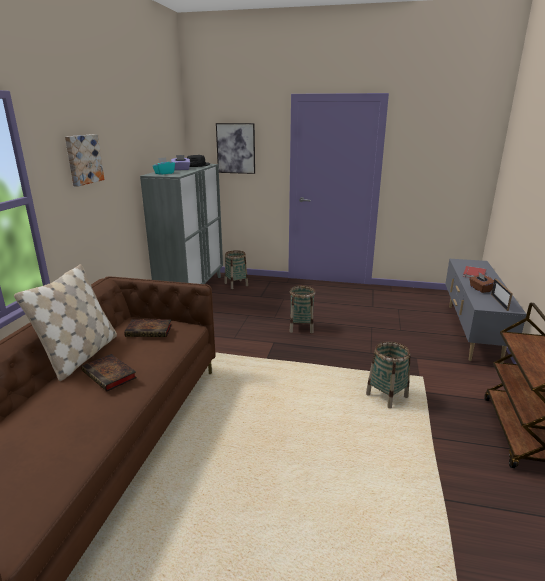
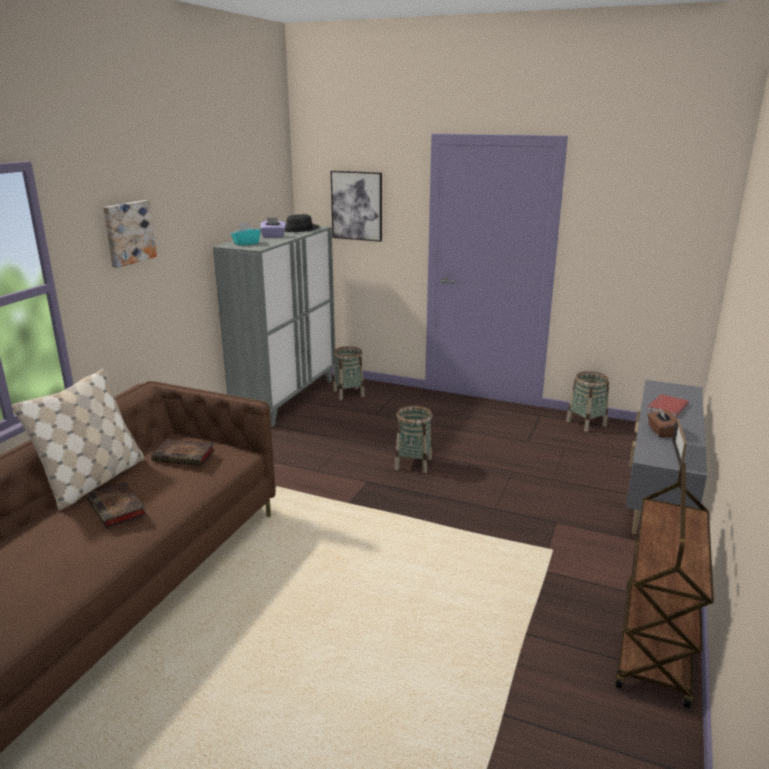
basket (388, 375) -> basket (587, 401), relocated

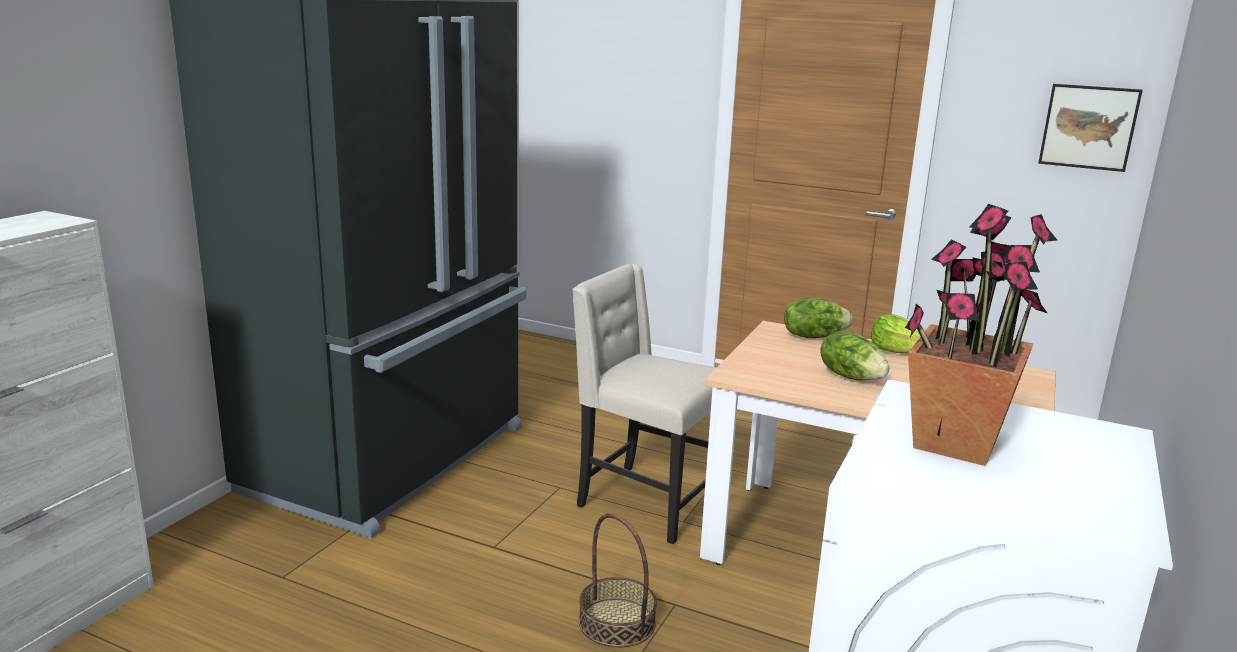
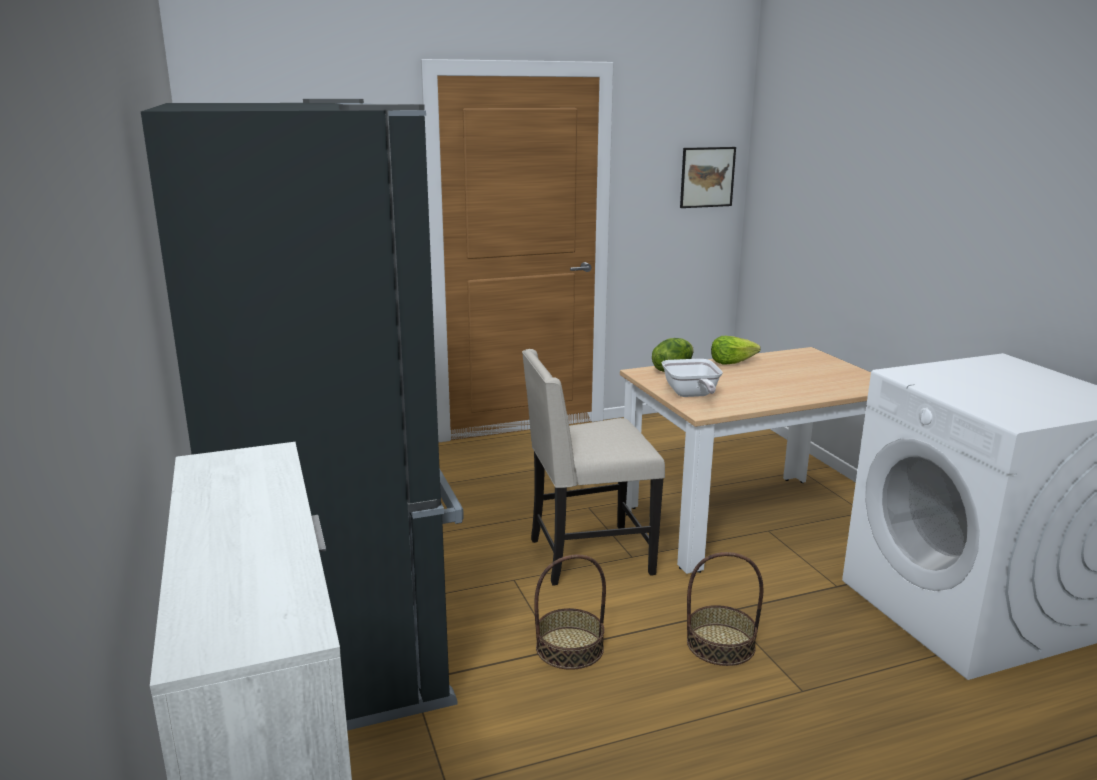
potted plant (981, 335) -> none
lettuce (854, 355) -> none
none -> frying pan (692, 378)
none -> basket (570, 612)

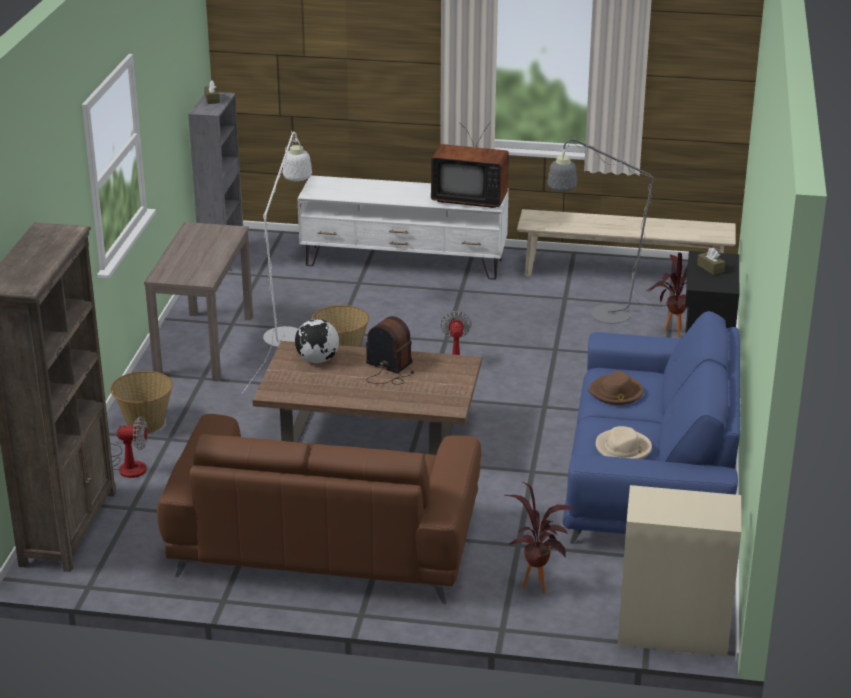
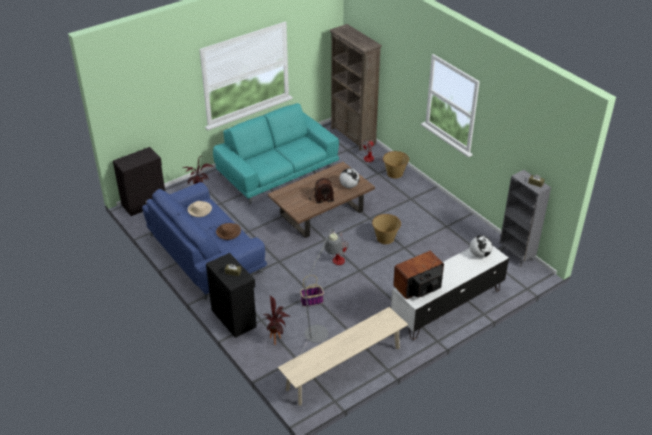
floor lamp (white) (277, 261) -> none
console table (brown) (198, 302) -> none
sofa (brown) (319, 509) -> sofa (turquoise) (276, 153)
cabinet (beige) (679, 570) -> cabinet (black) (139, 181)
none -> globe (481, 246)
none -> basket (312, 291)

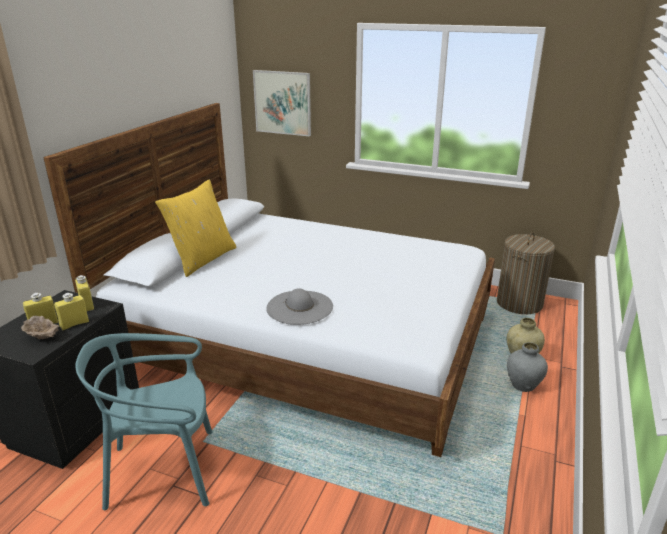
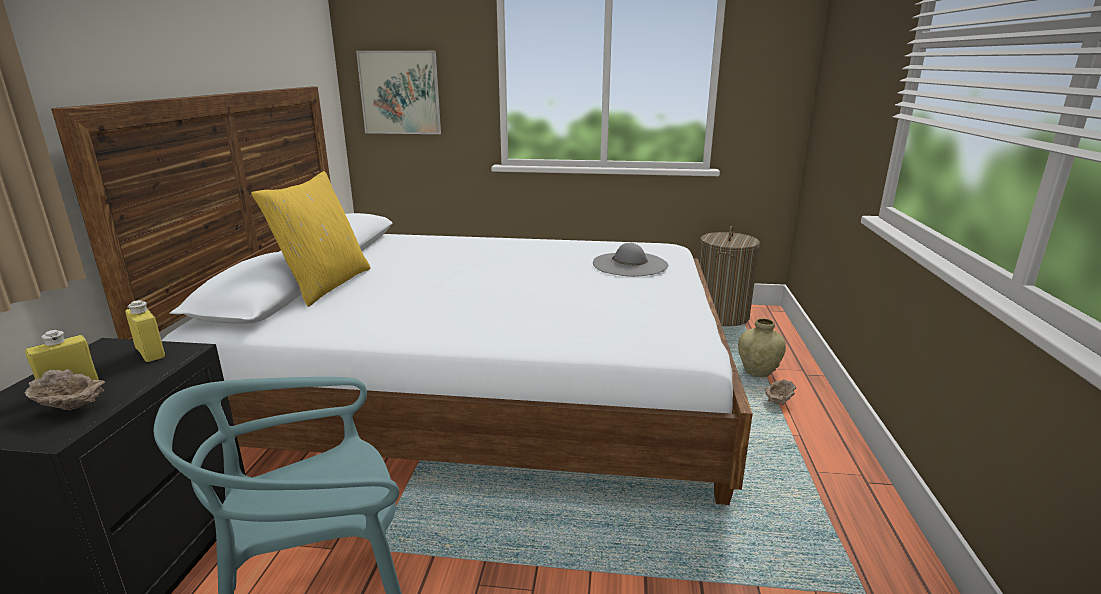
hat (grey) (299, 306) -> hat (grey) (630, 260), relocated
bottle (yellow) (71, 311) -> none
vase (grey) (527, 367) -> bowl (beige) (780, 392)

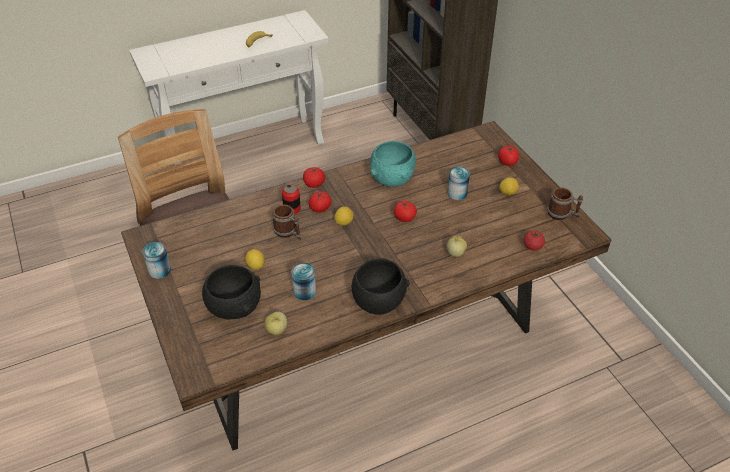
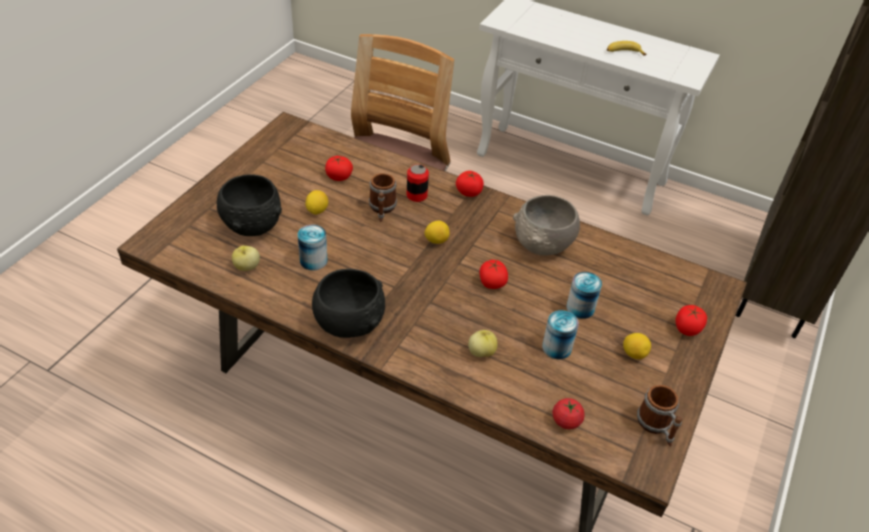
bowl (turquoise) (393, 164) -> bowl (grey) (546, 225)
tomato (320, 202) -> tomato (339, 168), relocated
can (157, 260) -> can (560, 334), relocated

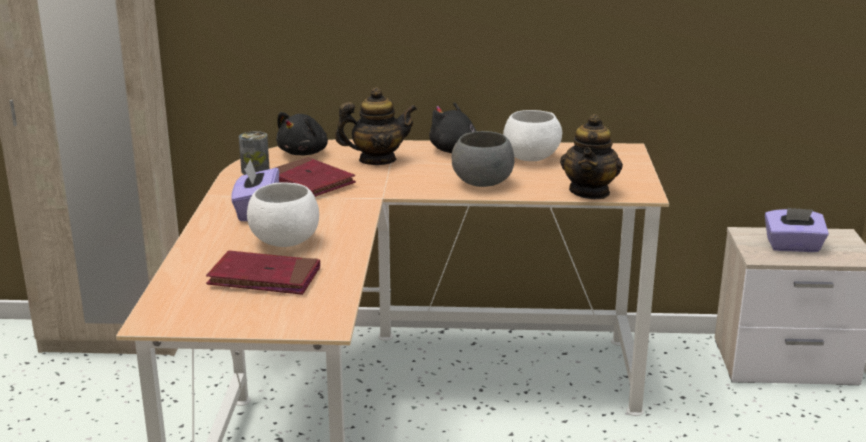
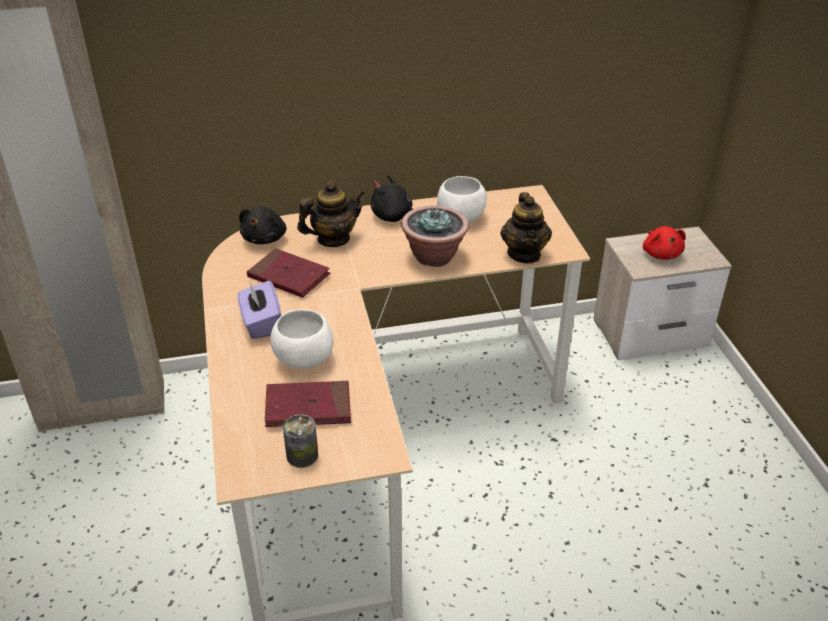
can (254, 153) -> can (300, 441), relocated
bowl (grey) (483, 159) -> potted plant (435, 236)
tissue box (purple) (797, 230) -> plush toy (red) (664, 243)

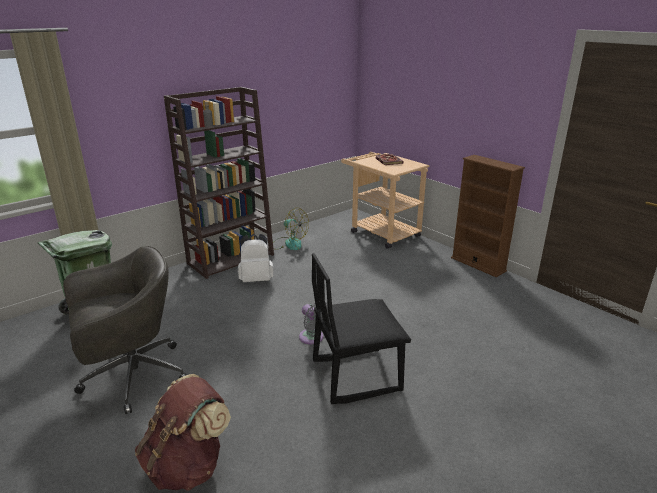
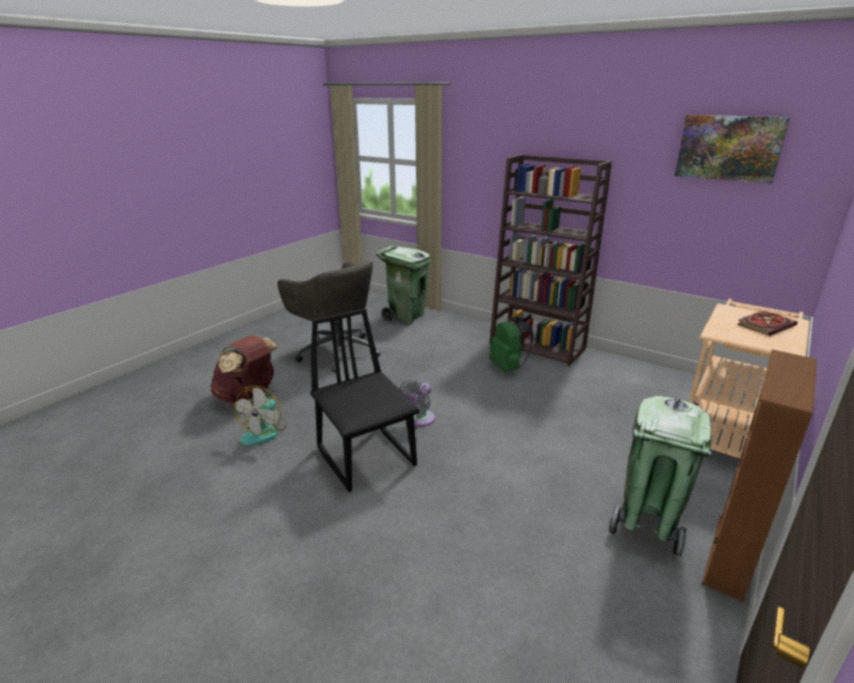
fan (291, 229) -> fan (261, 415), relocated
backpack (white) (256, 258) -> backpack (green) (511, 344)
none -> picture (732, 149)
none -> trash can (green) (660, 477)

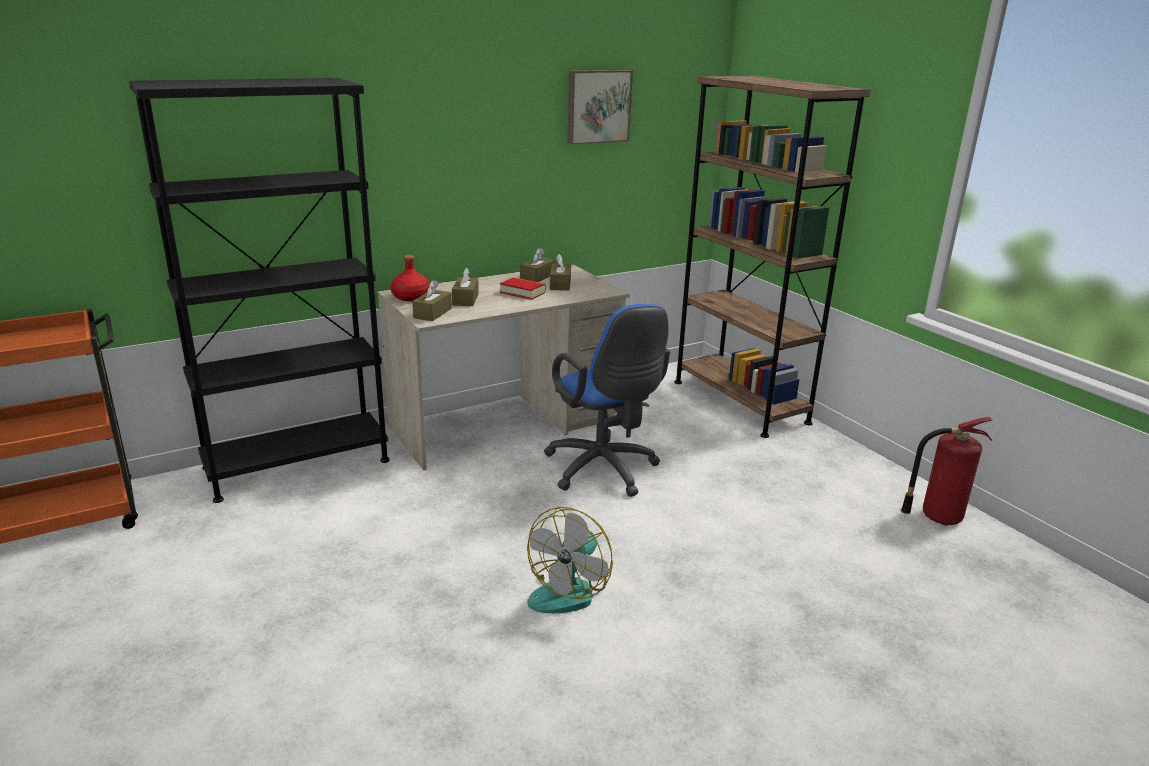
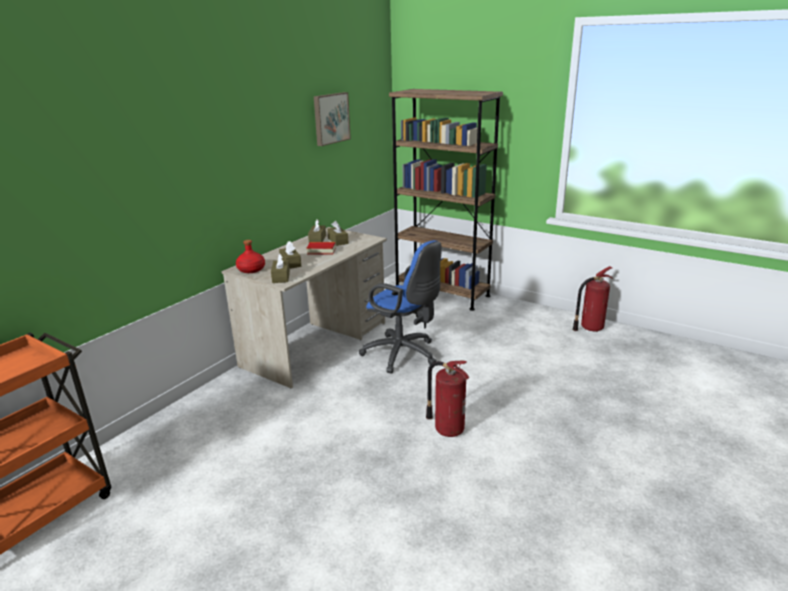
bookcase (black) (259, 290) -> none
fan (570, 560) -> fire extinguisher (447, 399)

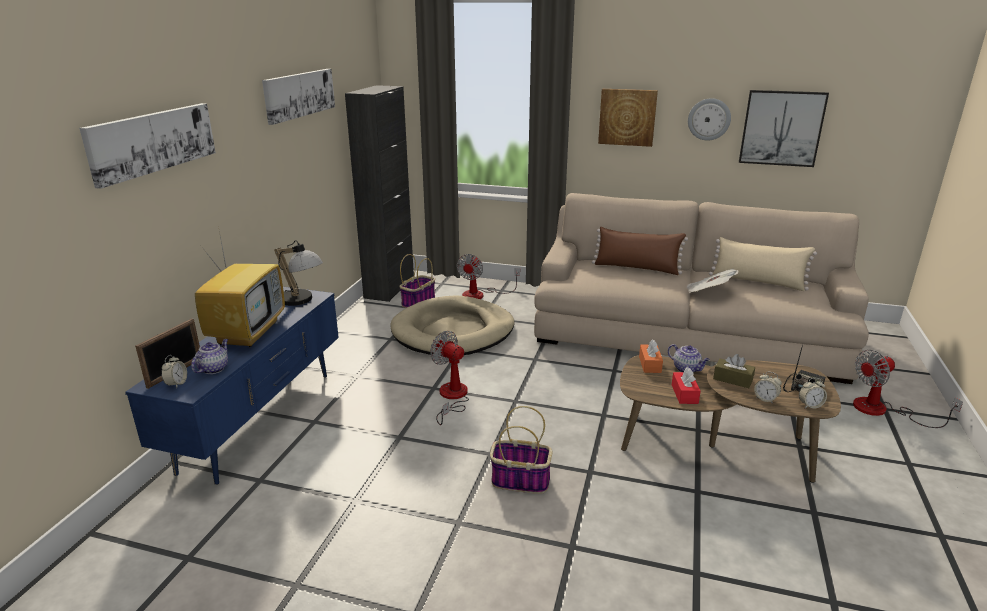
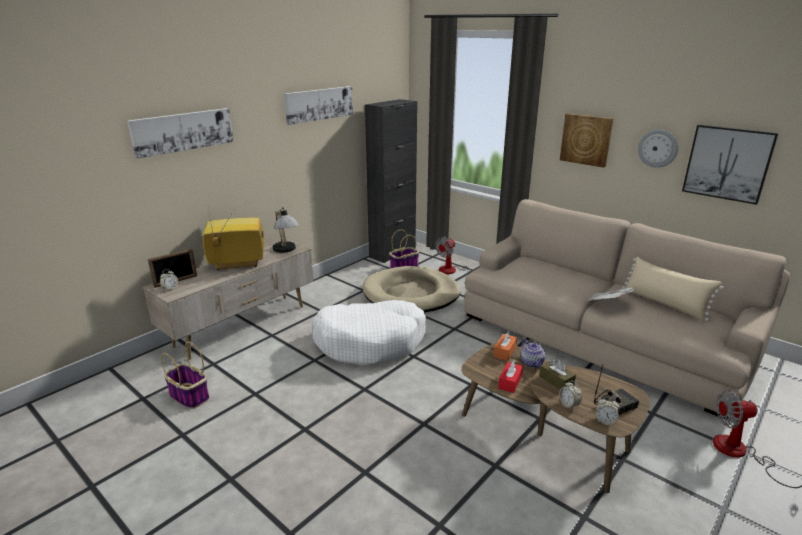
television (240, 286) -> television (233, 238), 135 degrees counterclockwise
pillow (brown) (640, 251) -> none
tv stand (blue) (232, 386) -> tv stand (beige) (227, 299)
fan (449, 378) -> dog bed (white) (369, 333)
teapot (209, 356) -> none
basket (521, 450) -> basket (185, 375), relocated

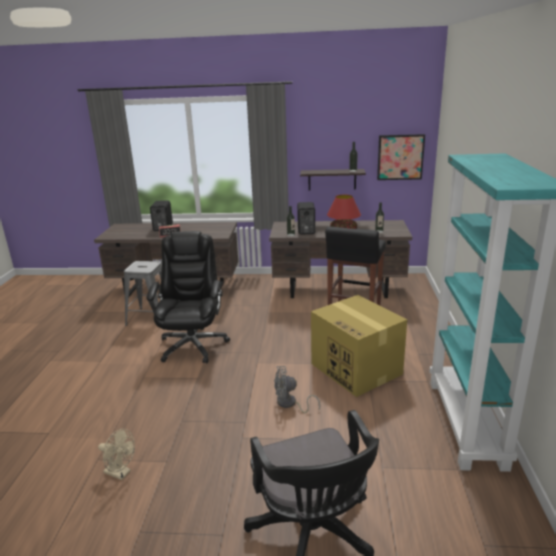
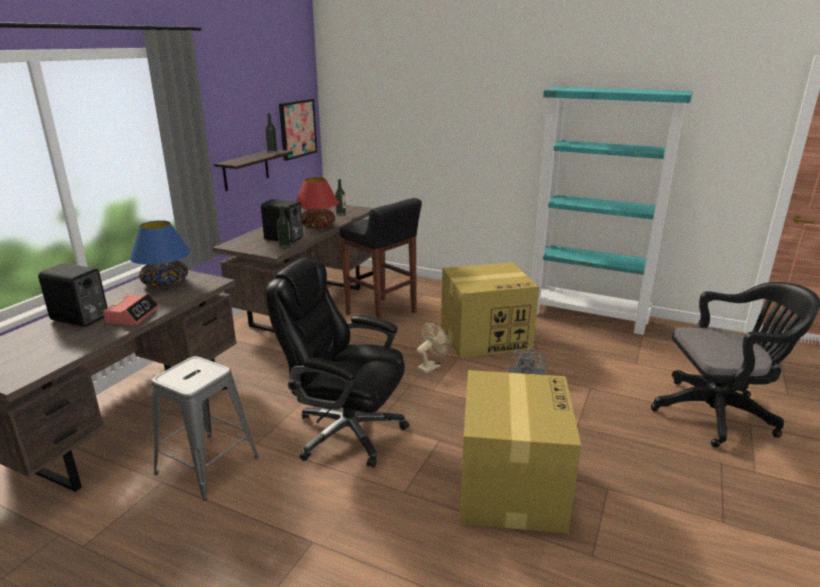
fan (beige) (116, 454) -> fan (beige) (433, 348), relocated
none -> table lamp (blue) (160, 254)
none -> cardboard box (520, 452)

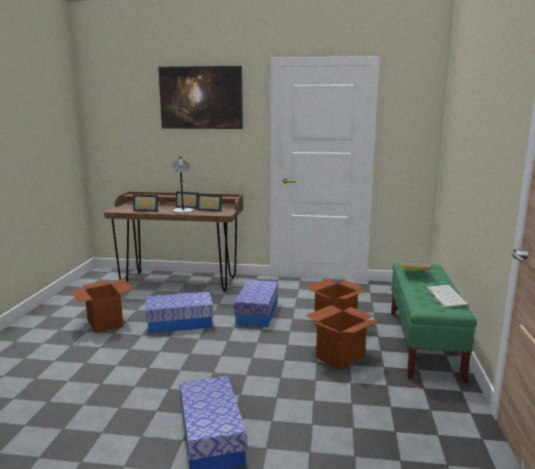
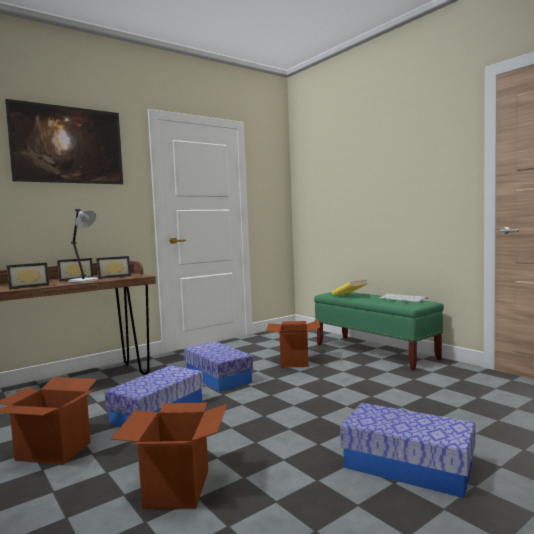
cardboard box (342, 337) -> cardboard box (169, 456), relocated

